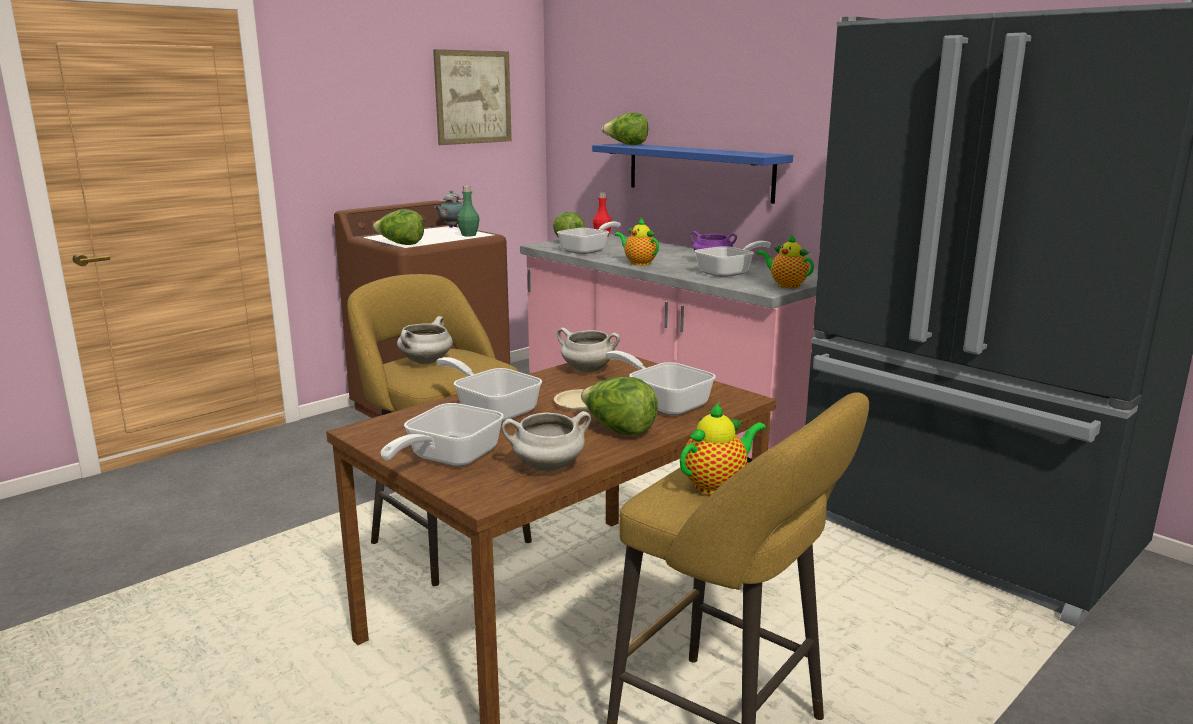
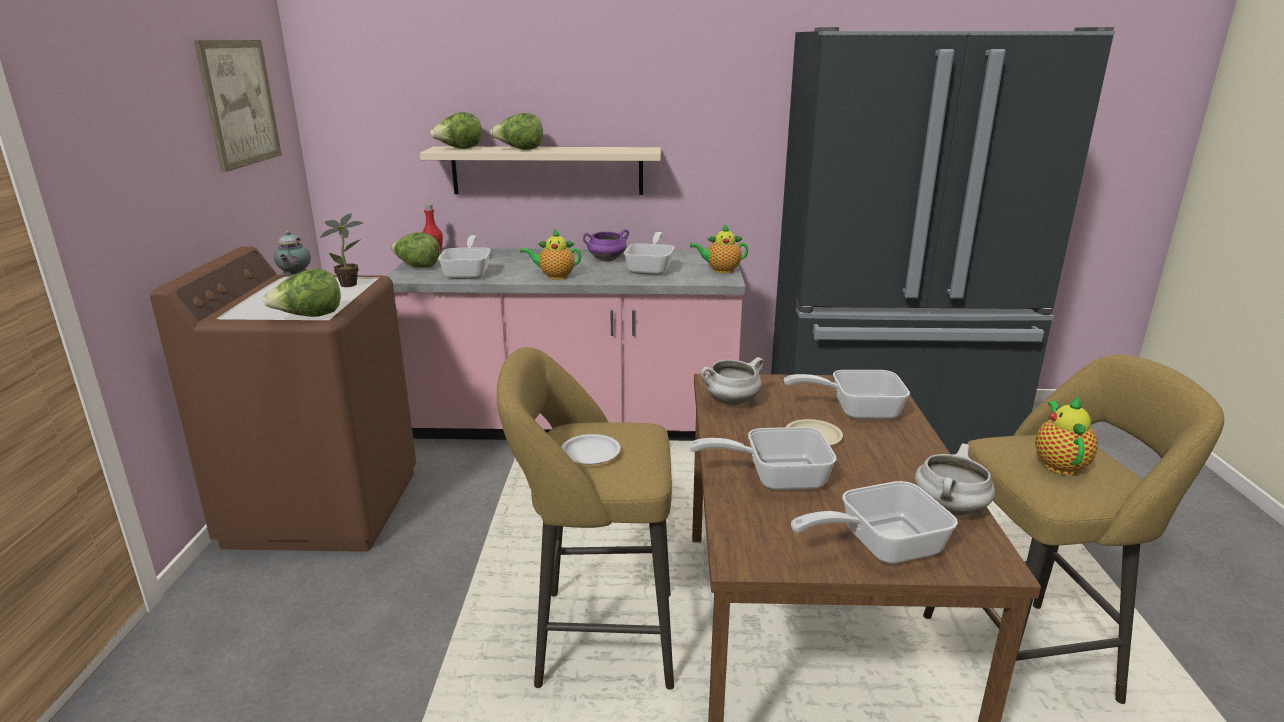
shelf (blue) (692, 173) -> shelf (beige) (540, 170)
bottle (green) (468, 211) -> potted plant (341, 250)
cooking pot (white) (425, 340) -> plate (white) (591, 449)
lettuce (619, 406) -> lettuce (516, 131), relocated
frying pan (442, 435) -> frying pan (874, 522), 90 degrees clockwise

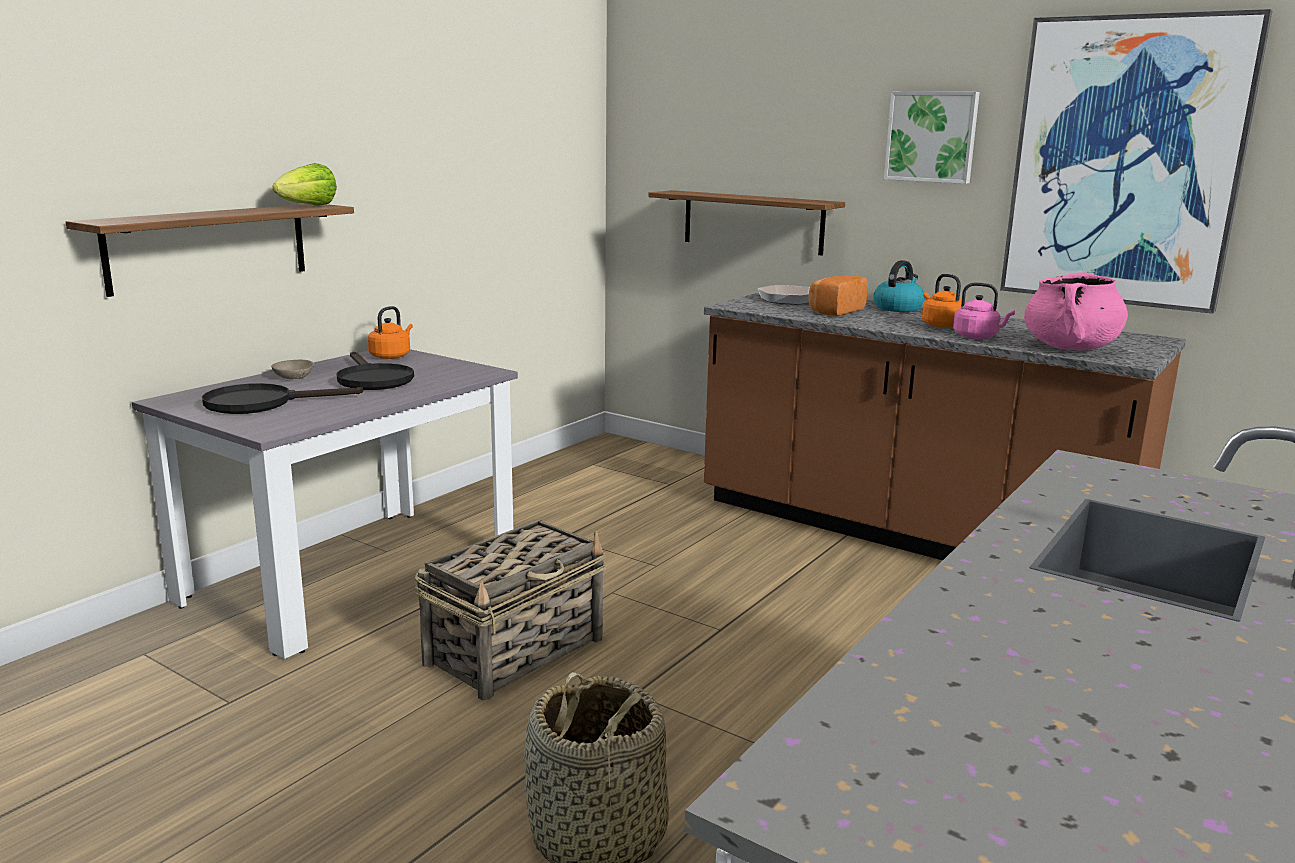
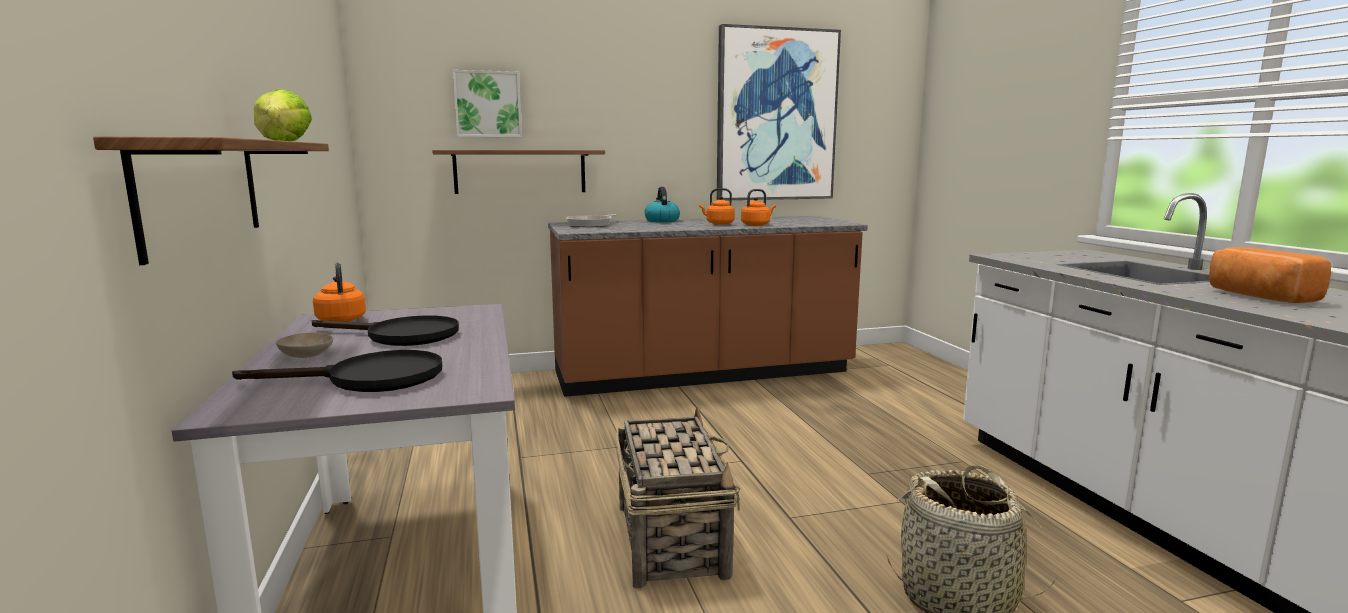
picture (932, 138) -> picture (487, 103), relocated
cooking pot (pink) (1076, 311) -> none
bread (838, 295) -> bread (1270, 275), relocated
kettle (pink) (984, 310) -> kettle (orange) (758, 207)
frying pan (black) (282, 398) -> frying pan (black) (337, 371), 120 degrees counterclockwise

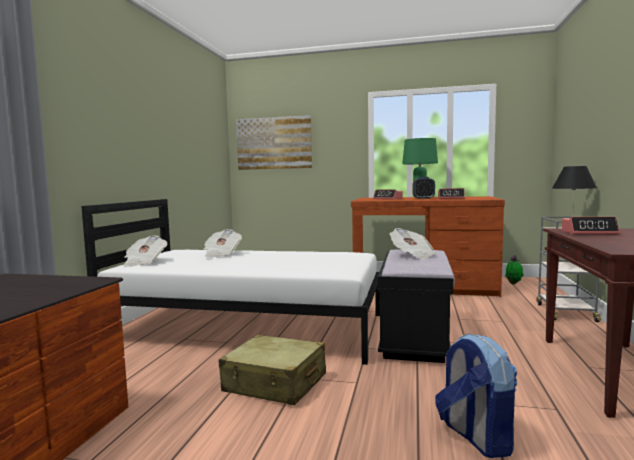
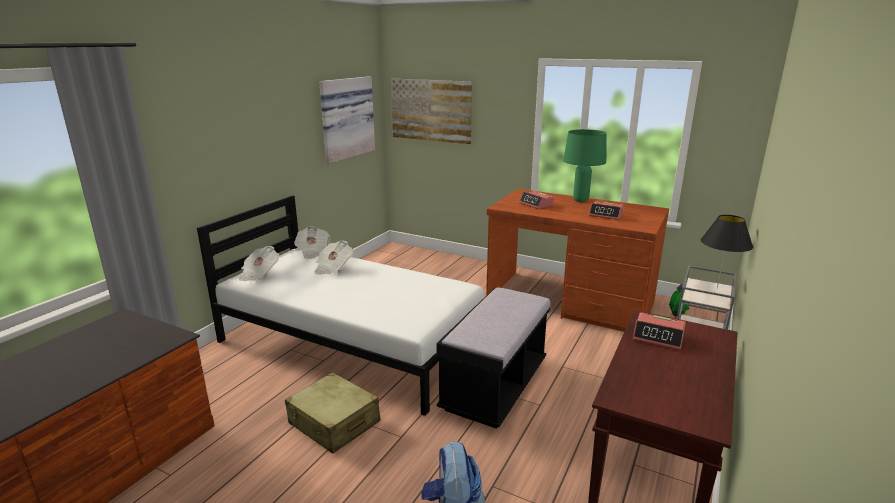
alarm clock (423, 188) -> none
newspaper (412, 244) -> newspaper (312, 242), relocated
none -> picture (347, 119)

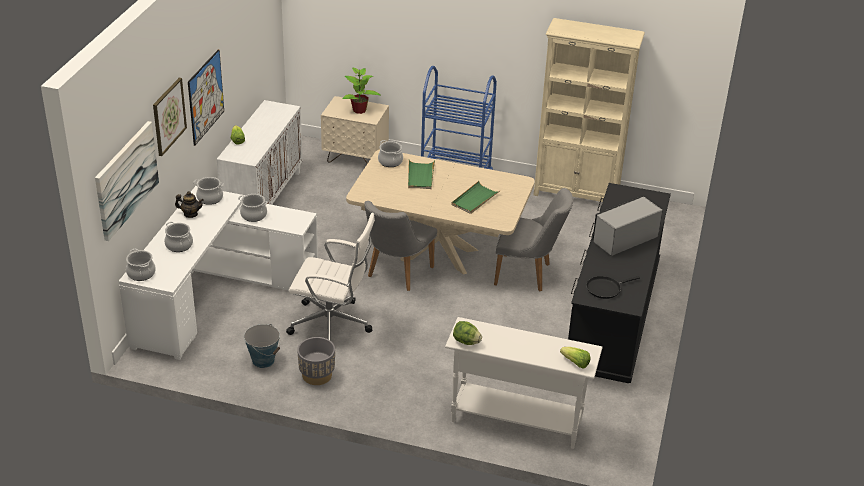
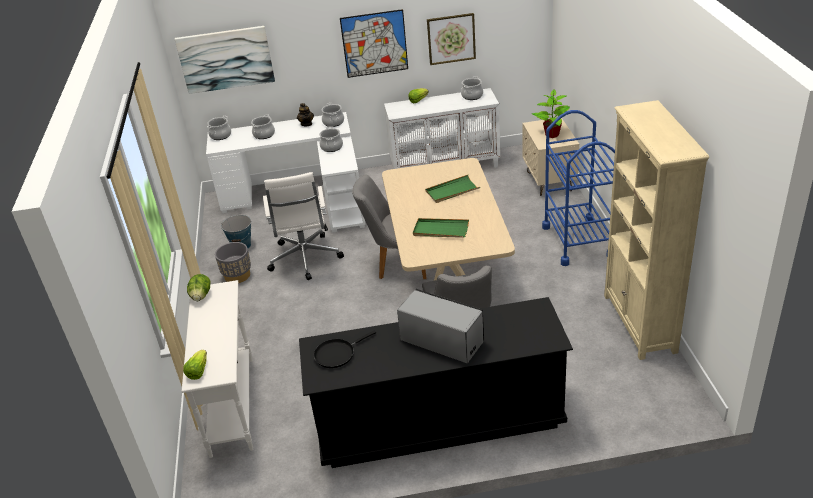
picture (170, 117) -> picture (451, 39), relocated
cooking pot (390, 153) -> cooking pot (472, 88), relocated
frying pan (black) (613, 287) -> frying pan (black) (345, 349), 75 degrees counterclockwise

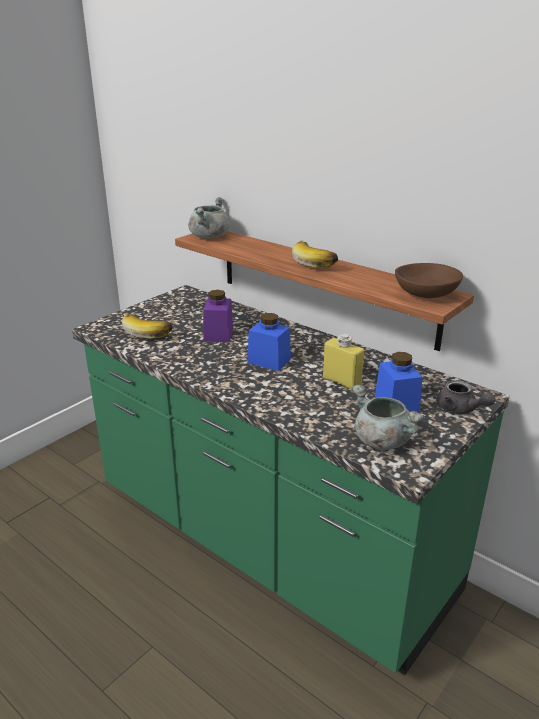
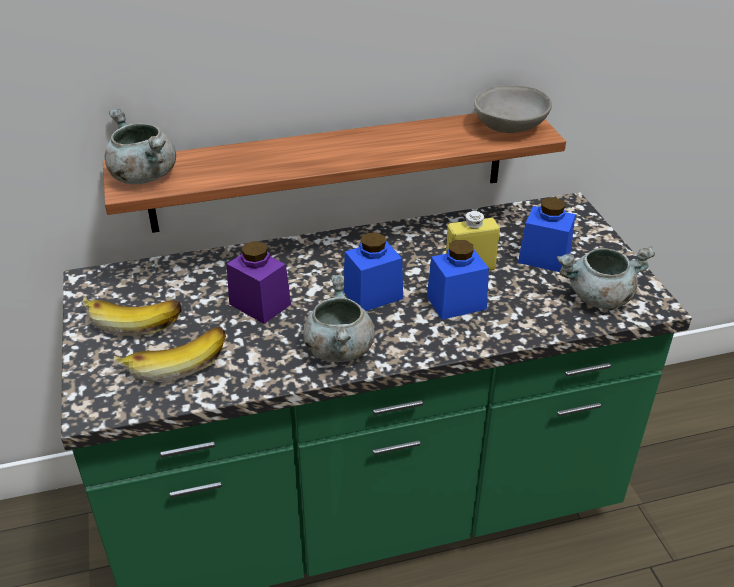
banana (315, 254) -> banana (131, 316), relocated
bowl (brown) (429, 280) -> bowl (grey) (513, 109)
teapot (grey) (466, 397) -> none
none -> jar (blue) (458, 280)
none -> cooking pot (grey) (339, 318)

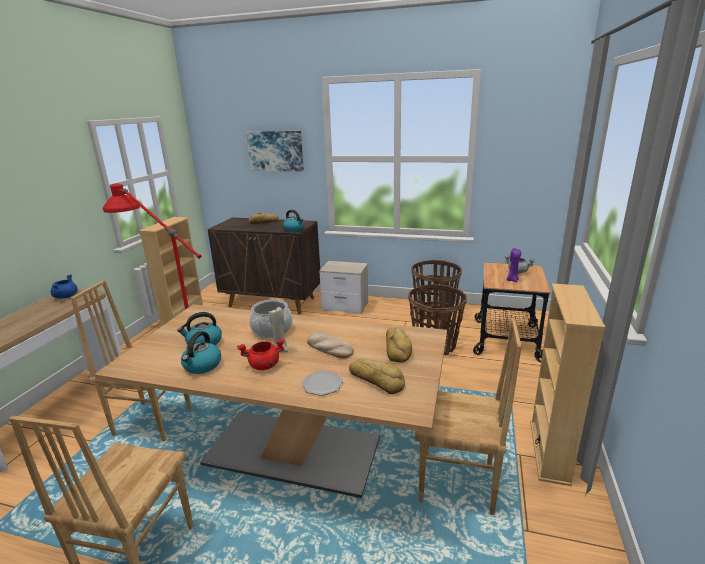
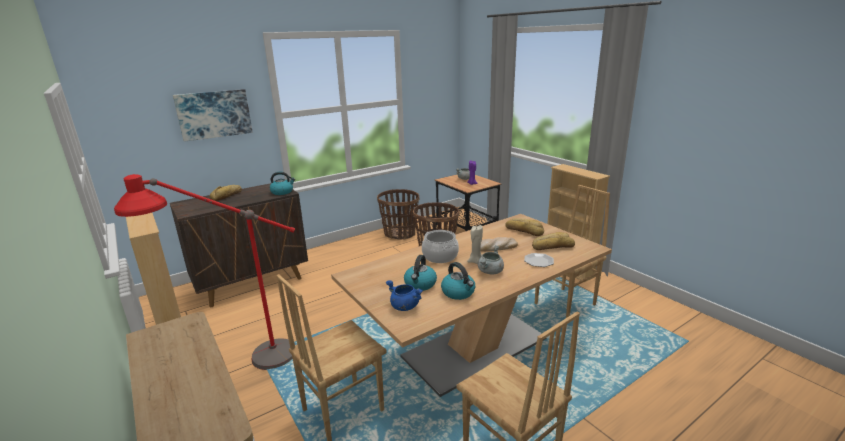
nightstand (343, 287) -> none
cooking pot (blue) (64, 286) -> cooking pot (blue) (404, 295), relocated
cooking pot (red) (261, 354) -> cooking pot (grey) (491, 260)

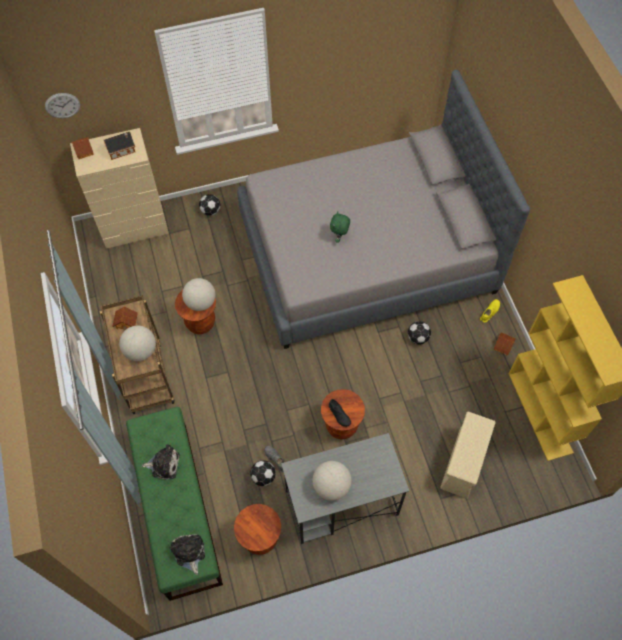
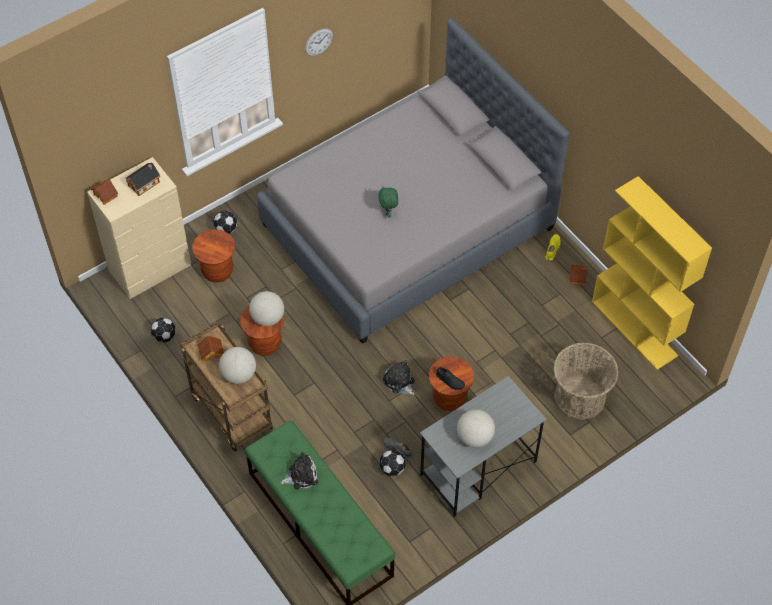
wall clock (62, 106) -> wall clock (319, 42), relocated
football (419, 333) -> football (163, 330), relocated
storage box (beige) (468, 455) -> basket (585, 381)
stool (brown) (257, 529) -> stool (brown) (213, 256), relocated
plush toy (187, 554) -> plush toy (399, 378), relocated

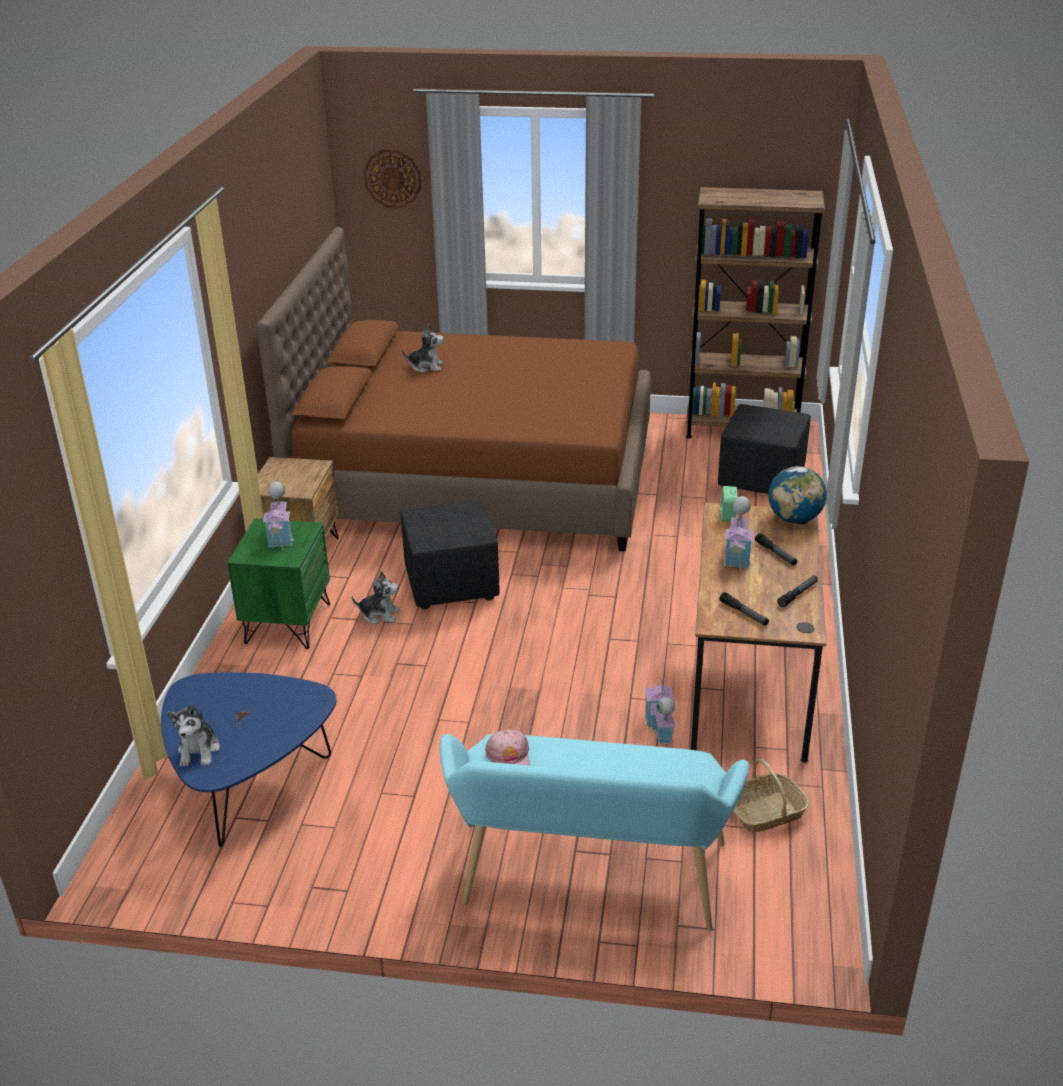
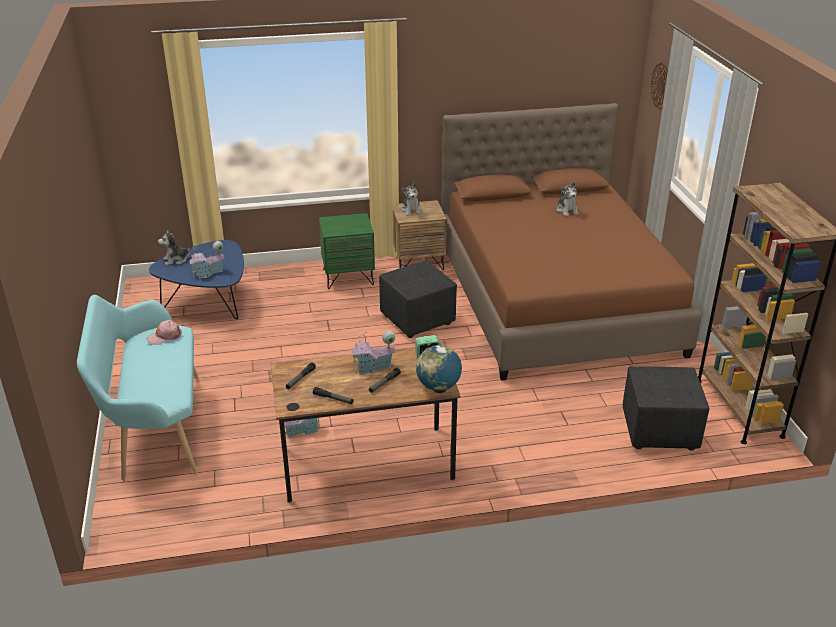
toy house (278, 516) -> toy house (206, 260), relocated
plush toy (376, 597) -> plush toy (411, 199), relocated
basket (771, 796) -> none

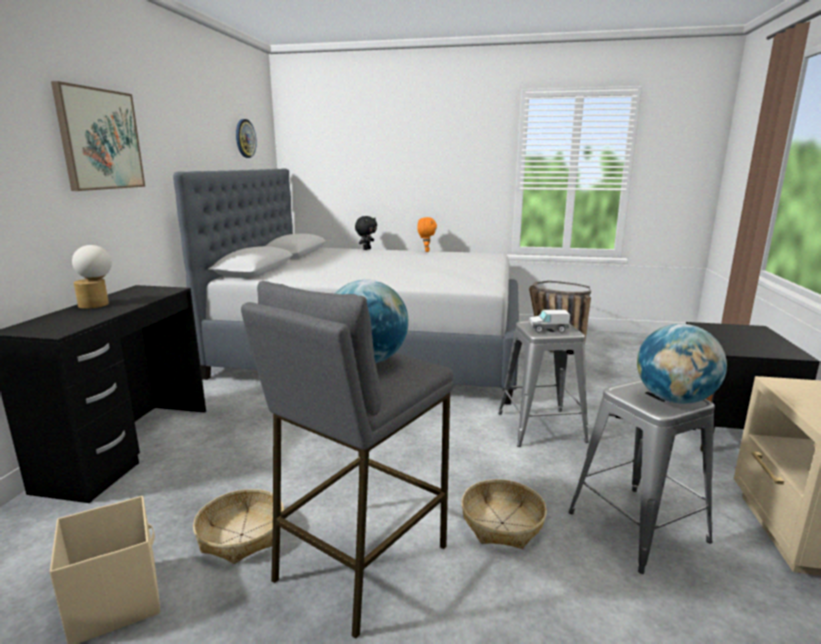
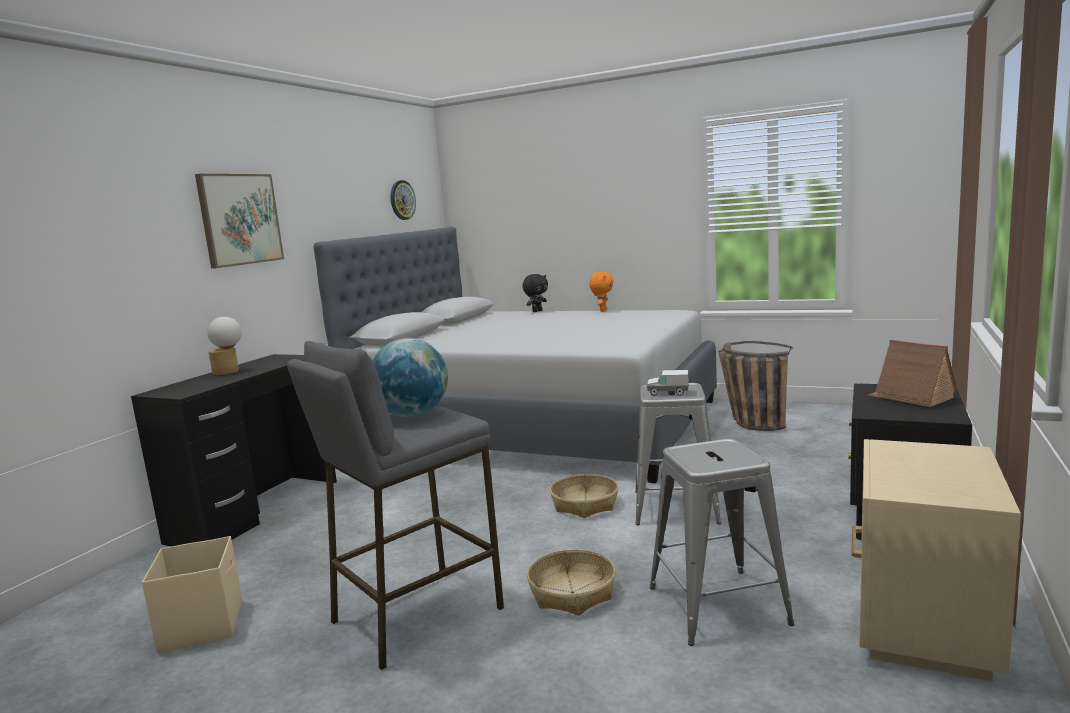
globe (682, 364) -> none
basket (238, 526) -> basket (584, 496), relocated
none -> toy house (913, 373)

